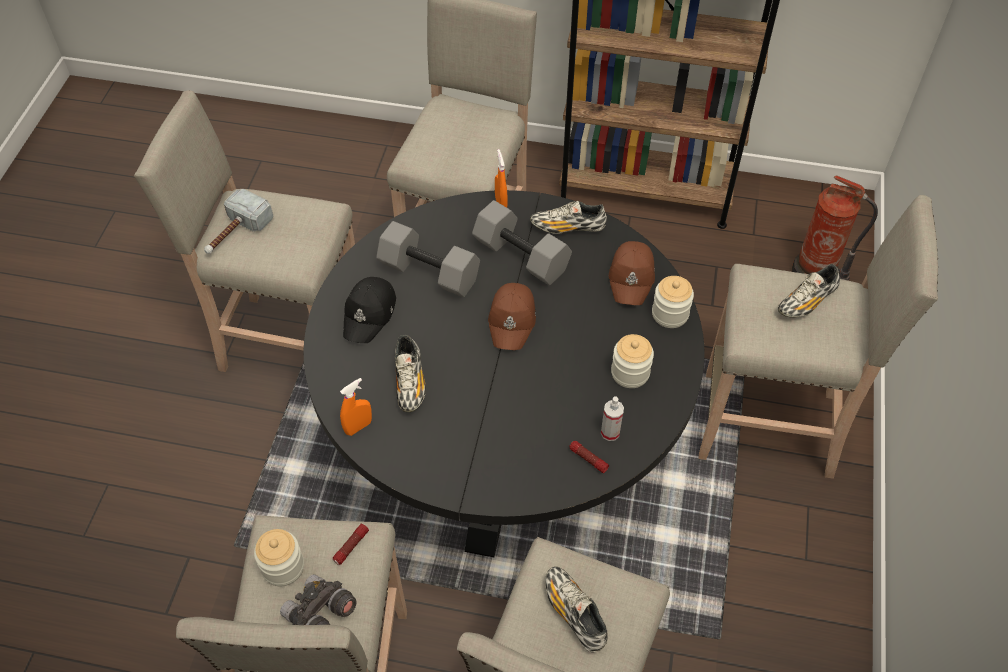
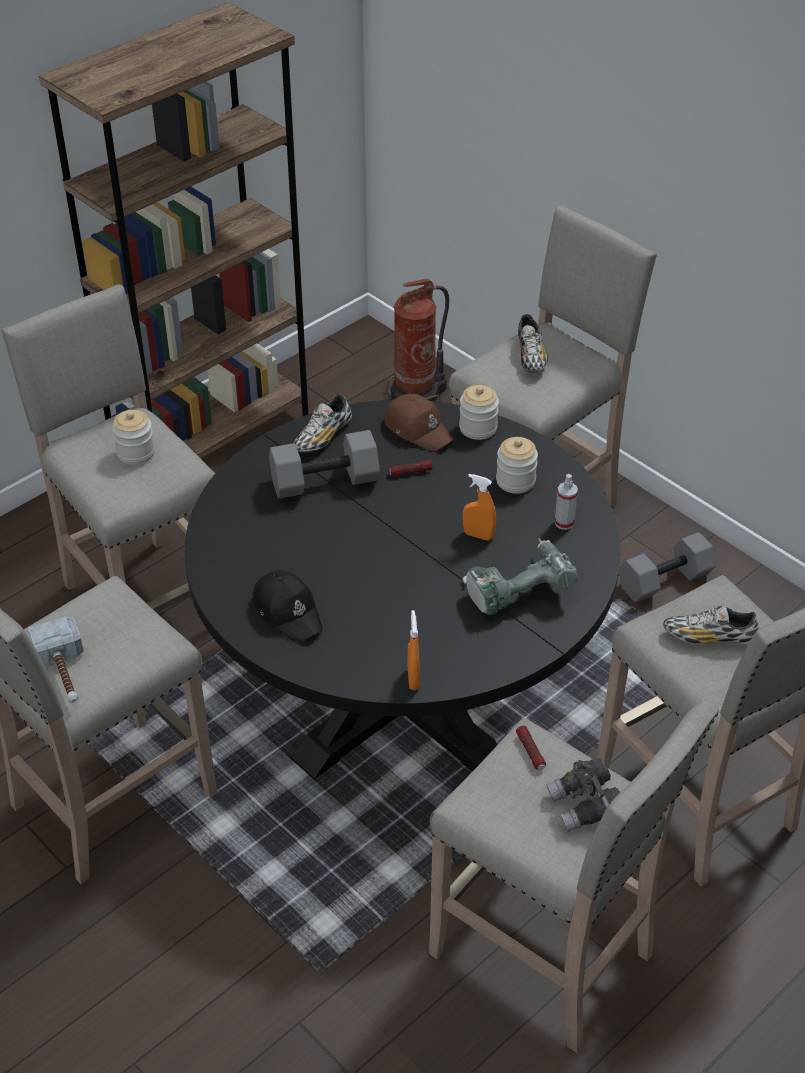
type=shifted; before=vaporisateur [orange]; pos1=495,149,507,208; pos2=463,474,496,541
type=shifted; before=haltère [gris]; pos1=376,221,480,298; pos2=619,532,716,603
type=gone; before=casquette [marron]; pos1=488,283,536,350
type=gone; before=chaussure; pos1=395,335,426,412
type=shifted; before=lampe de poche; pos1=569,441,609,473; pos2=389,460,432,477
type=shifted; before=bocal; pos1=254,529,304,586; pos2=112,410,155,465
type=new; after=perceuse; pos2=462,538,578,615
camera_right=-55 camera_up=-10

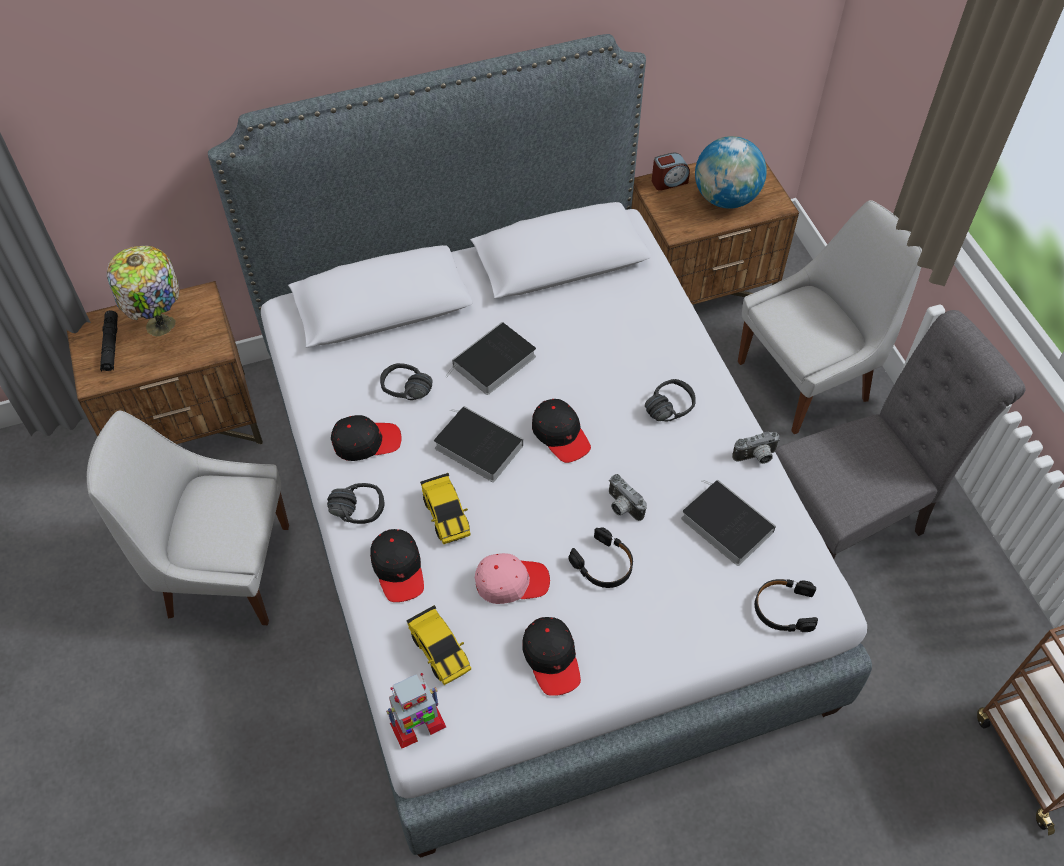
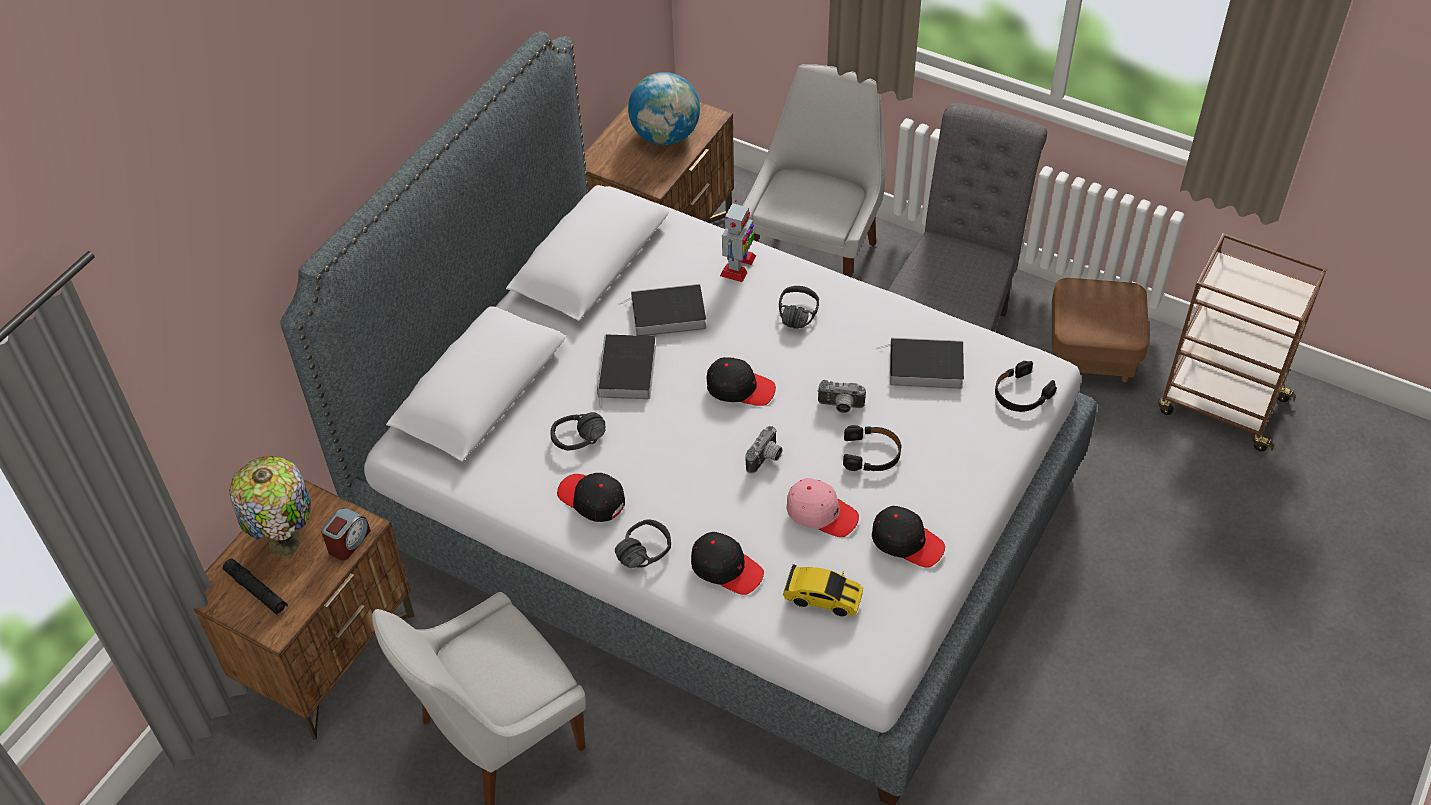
type=shifted; before=réveil; pos1=652,152,690,191; pos2=321,508,371,561
type=shifted; before=livre; pos1=434,406,523,482; pos2=619,284,706,336
type=rotated; before=casquette [noir]; pos1=331,415,402,461; pos2=557,473,625,522; turn=-90
type=shifted; before=appareil photo; pos1=732,431,780,464; pos2=745,426,782,474
type=gone; before=petite voiture; pos1=420,473,470,544
type=rotated; before=casquette [rose]; pos1=475,553,550,604; pos2=787,478,859,537; turn=75
type=shifted; before=robot jouet; pos1=386,673,446,749; pos2=720,200,756,282
type=new; after=pouf [marron]; pos2=1052,278,1149,382
camera_right=-40 camera_up=-5

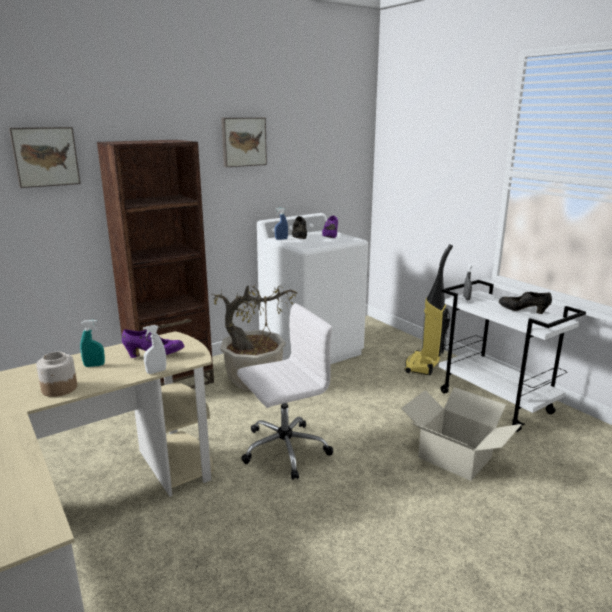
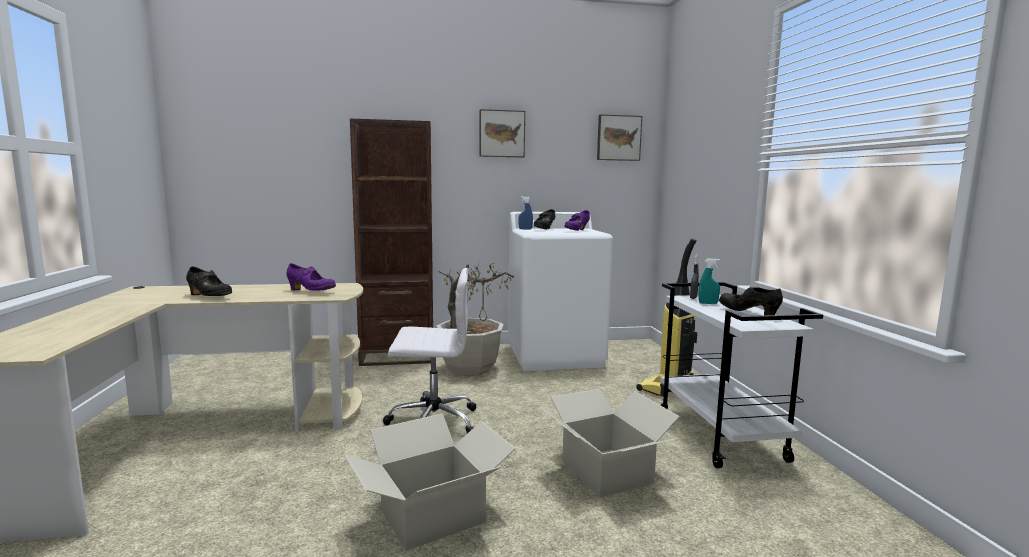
type=shifted; before=tableau; pos1=9,127,81,188; pos2=597,114,642,161
type=shifted; before=vaporisateur [turquoise]; pos1=80,320,105,367; pos2=698,259,720,304
type=gone; before=vaporisateur [blanc]; pos1=143,325,166,374
type=swapped; before=bocal; after=chaussure [noir]; pos1=36,352,77,397; pos2=186,267,232,296
type=new; after=carton; pos2=345,413,516,551
camera_right=25 camera_up=-10

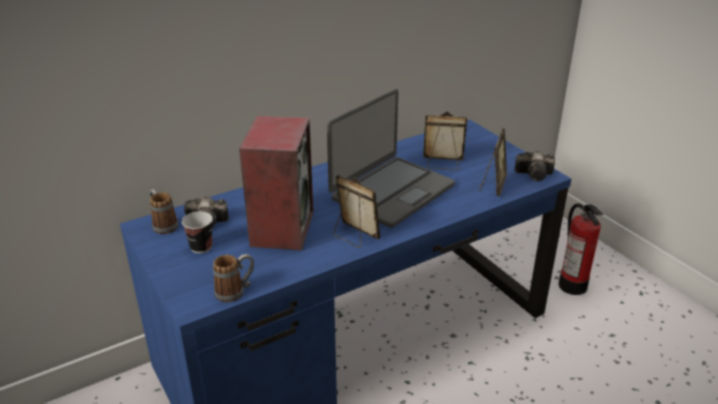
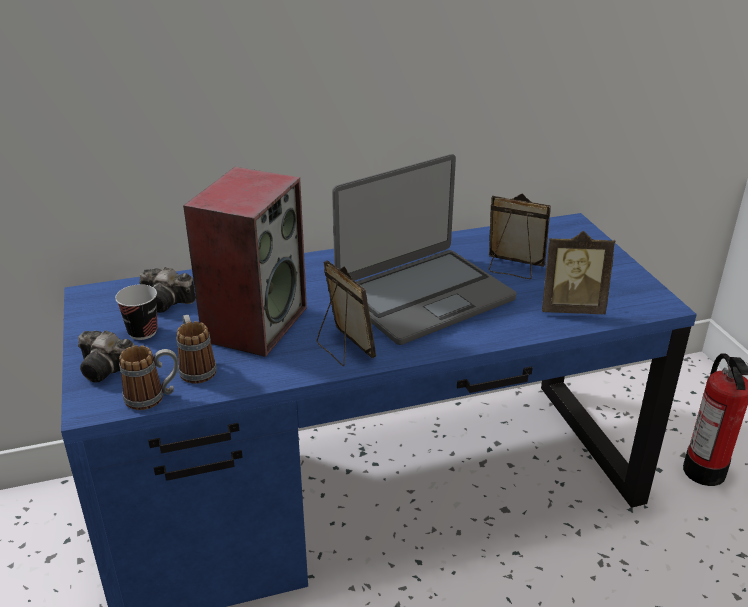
type=rotated; before=cadre photo; pos1=479,128,507,196; pos2=542,231,616,314; turn=60
type=shifted; before=appareil photo; pos1=515,151,555,181; pos2=78,330,135,382
type=shifted; before=mug; pos1=149,189,178,234; pos2=176,315,217,384
camera_right=15 camera_up=0

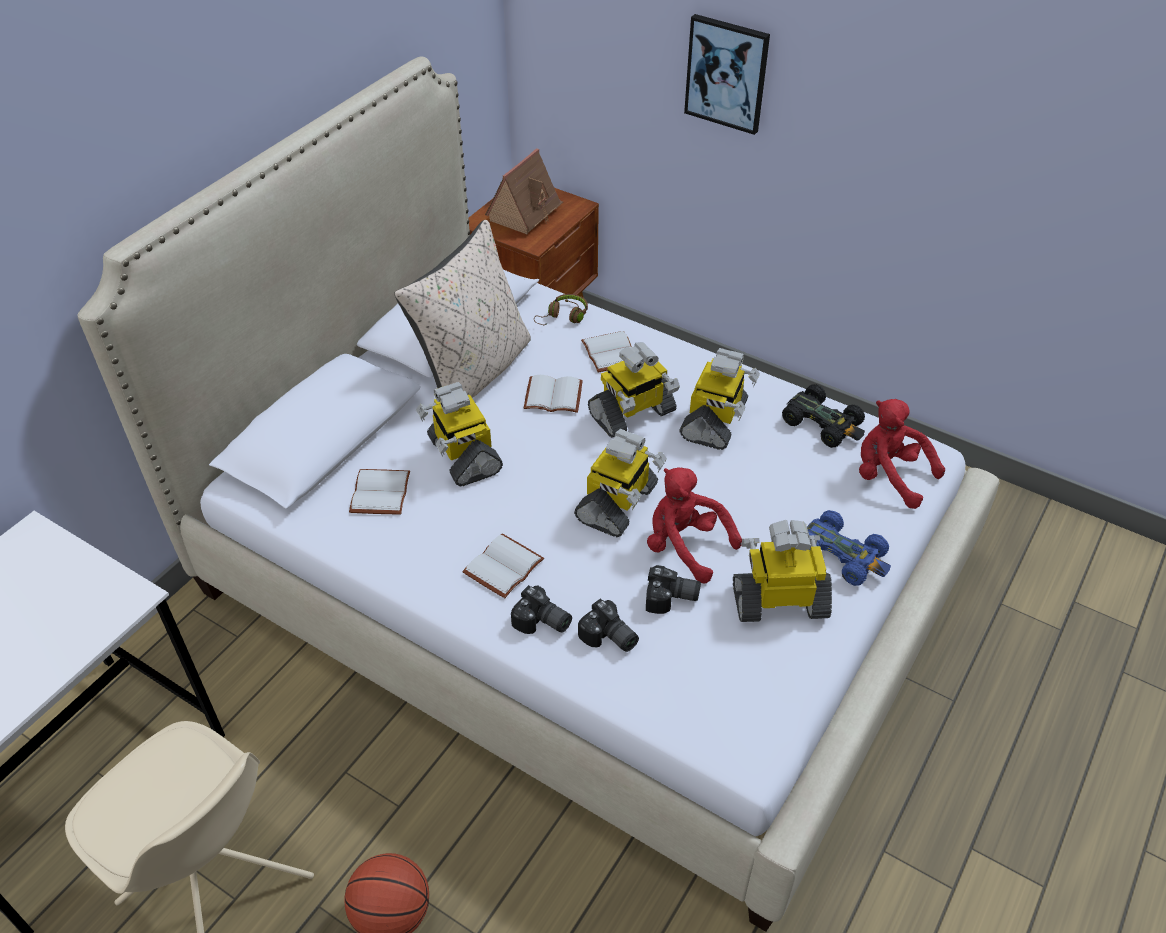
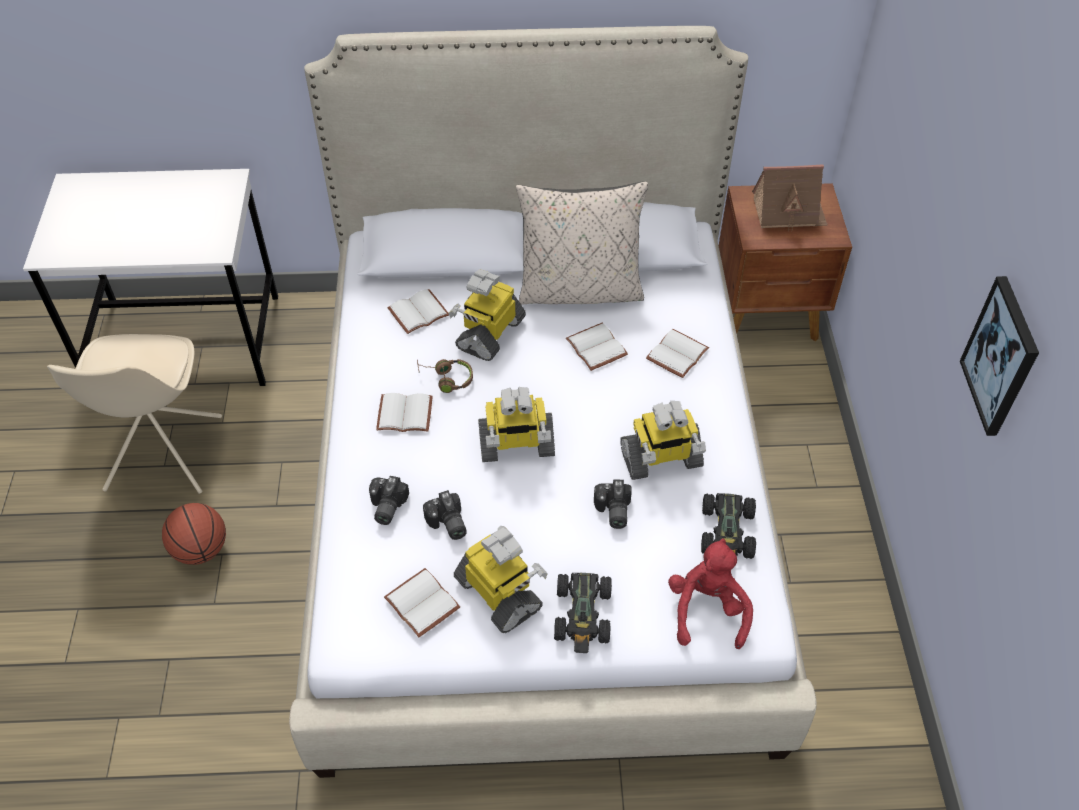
type=shifted; before=tableau; pos1=684,14,770,135; pos2=960,276,1039,436
type=shifted; before=casque audio [marron]; pos1=534,294,588,325; pos2=417,359,473,393
type=gone; before=robot jouet; pos1=588,342,680,438
type=gone; before=peluche [rouge]; pos1=647,467,742,584
type=repainted; before=petite voiture [bleu]; after=petite voiture [noir]; pos1=807,510,891,586; pos2=554,573,612,653
type=shifted; before=appareil photo; pos1=511,585,572,634; pos2=594,480,632,529
type=new; after=livre [blanc]; pos2=384,568,460,637
camera_right=55 camera_up=5

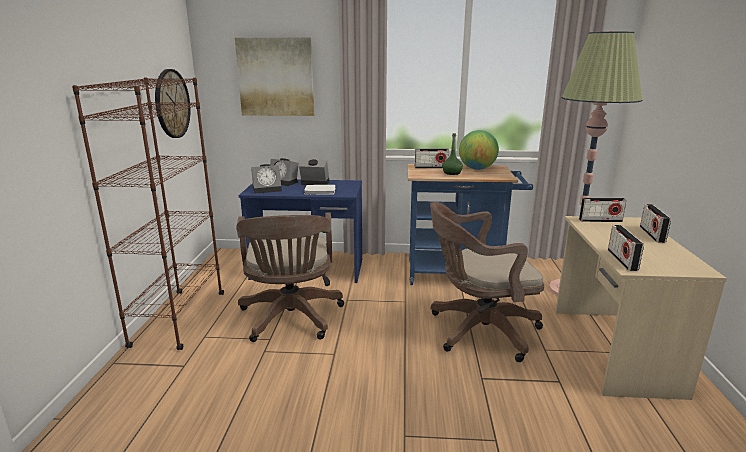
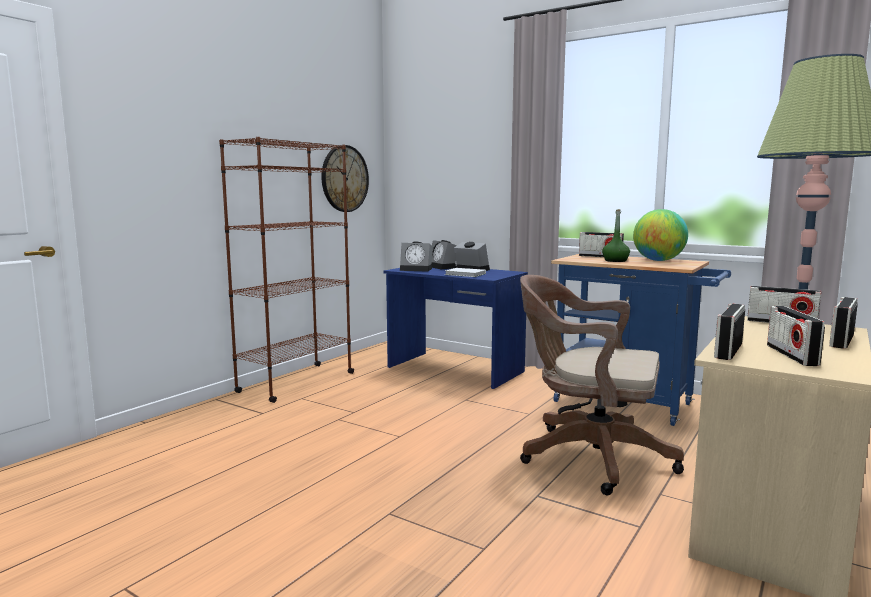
type=gone; before=tableau; pos1=235,38,314,116
type=gone; before=chaise de bureau [marron]; pos1=236,213,344,342
type=new; after=radio; pos2=767,306,825,366
camera_right=30 camera_up=-10

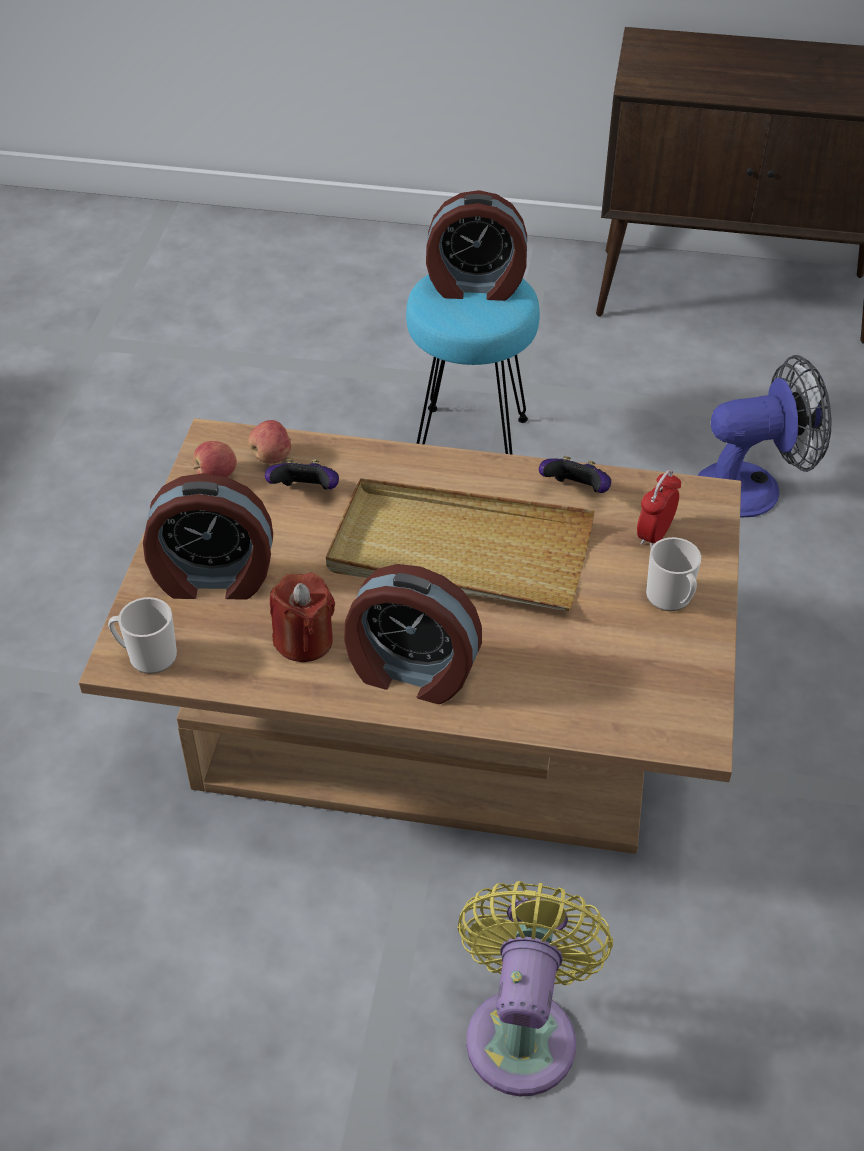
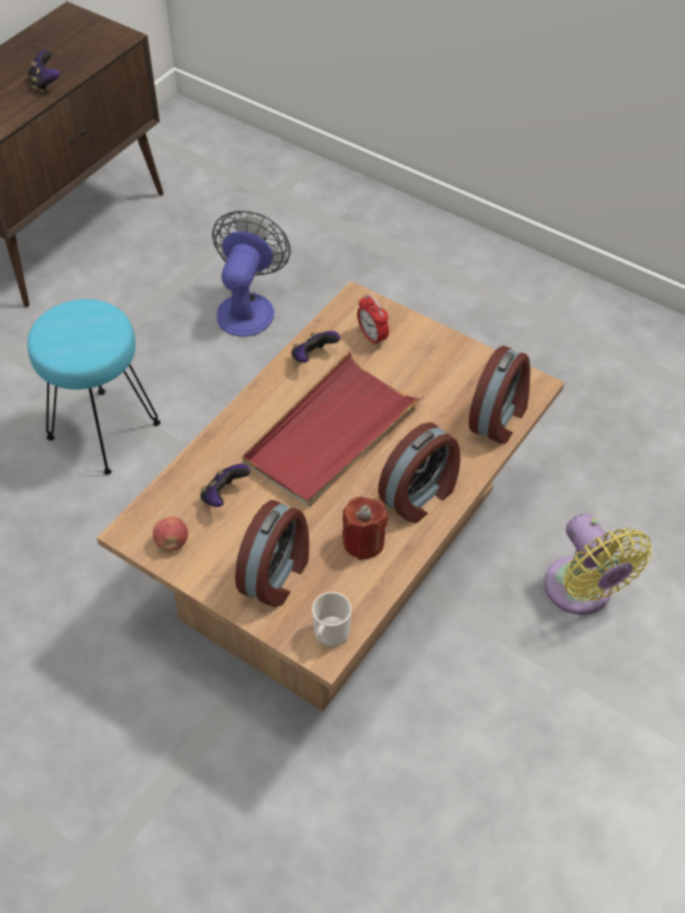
type=shifted; before=réveil; pos1=426,190,527,301; pos2=469,346,530,443
type=gone; before=pomme; pos1=248,420,291,463
type=repainted; before=plateau [beige]; after=plateau [rouge]; pos1=326,478,595,611; pos2=242,351,424,507
type=gone; before=mug; pos1=646,537,701,611
type=rotated; before=ventilateur [jaune]; pos1=457,881,613,1096; pos2=544,513,652,615; turn=-150
type=new; after=manette; pos2=28,49,60,92
camera_right=-65 camera_up=5

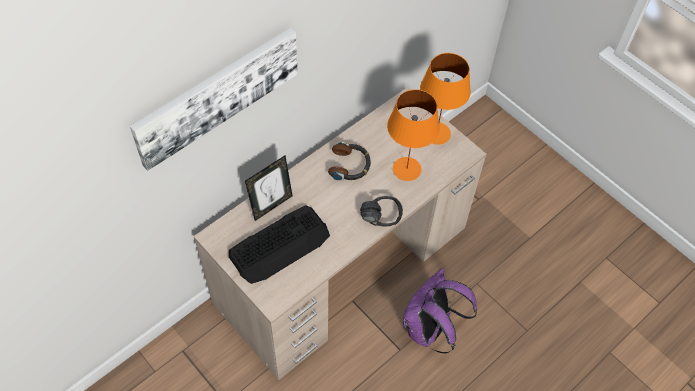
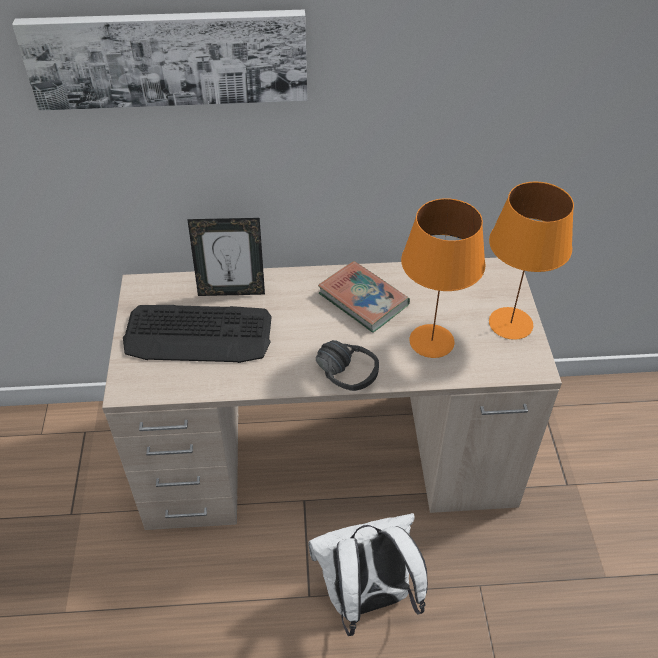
type=swapped; before=casque audio; after=livre; pos1=328,142,371,181; pos2=318,261,410,333
type=repainted; before=sac à dos [violet]; after=sac à dos [blanc]; pos1=403,268,477,354; pos2=308,513,428,636
camera_right=40 camera_up=-10

